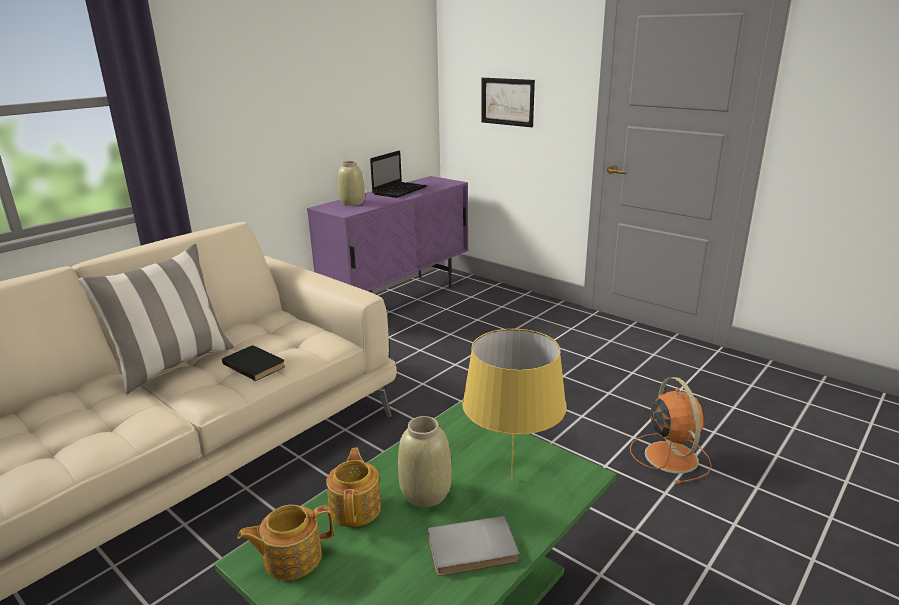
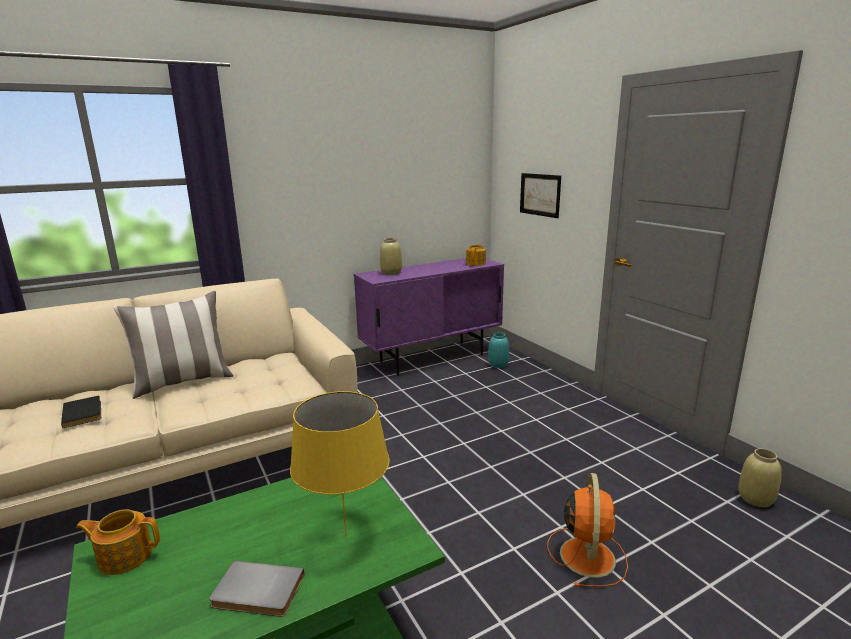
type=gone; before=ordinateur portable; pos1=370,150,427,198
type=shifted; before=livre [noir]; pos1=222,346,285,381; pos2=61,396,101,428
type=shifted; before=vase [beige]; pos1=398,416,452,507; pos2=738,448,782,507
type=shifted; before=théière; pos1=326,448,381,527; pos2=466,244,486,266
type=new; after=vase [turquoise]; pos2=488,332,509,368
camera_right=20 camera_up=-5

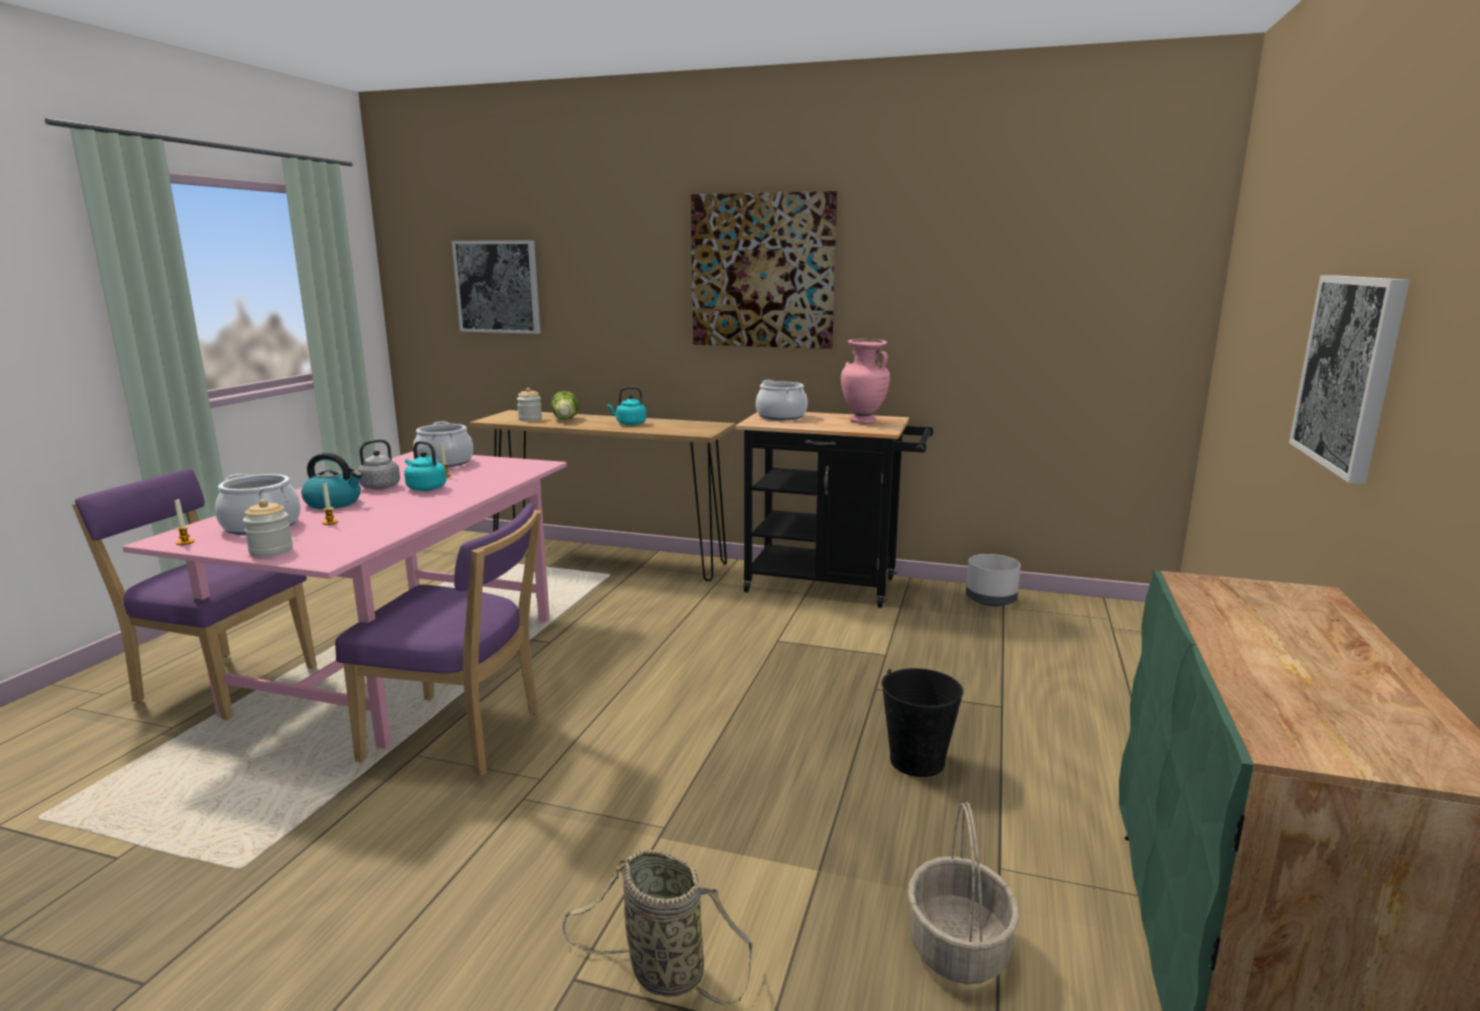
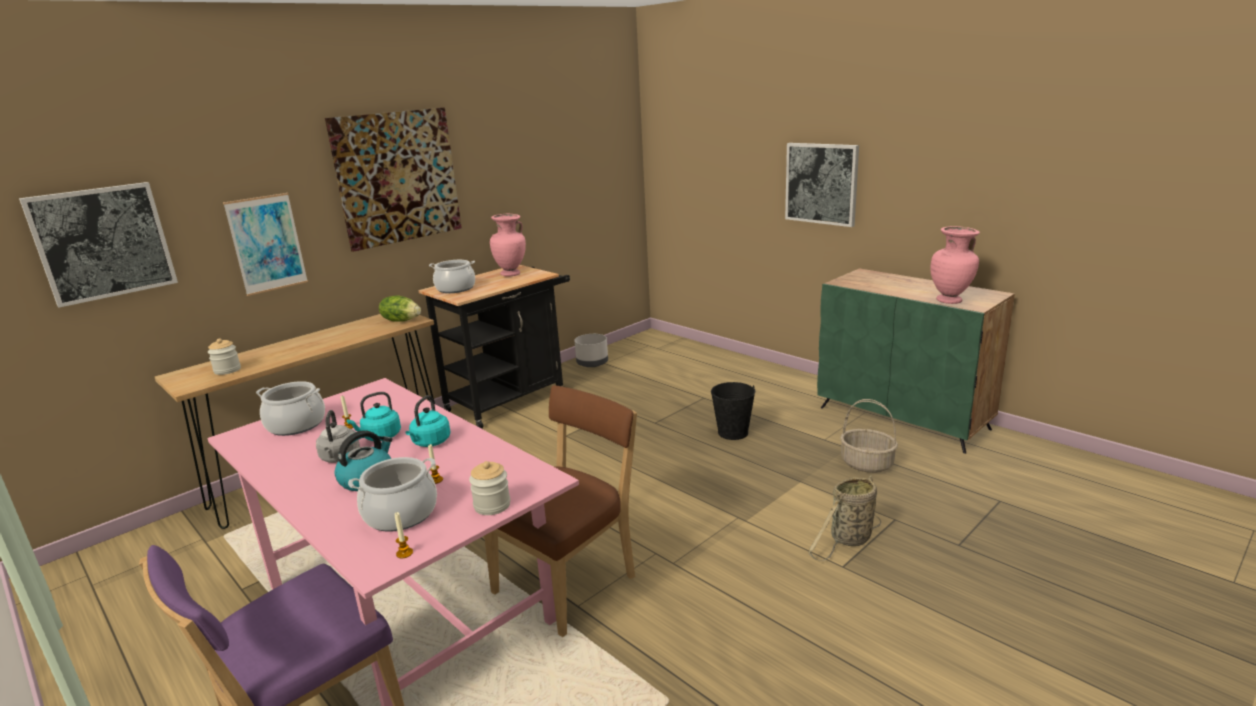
type=shifted; before=bouilloire [turquoise]; pos1=607,387,646,425; pos2=405,395,450,447
type=shifted; before=laitue; pos1=551,391,579,420; pos2=379,295,421,322
type=repainted; before=chaise [violet]; after=chaise [marron]; pos1=335,503,541,777; pos2=484,385,637,637
type=new; after=tableau; pos2=223,193,308,296
type=new; after=vase [rose]; pos2=930,226,980,304
camera_right=-60 camera_up=5

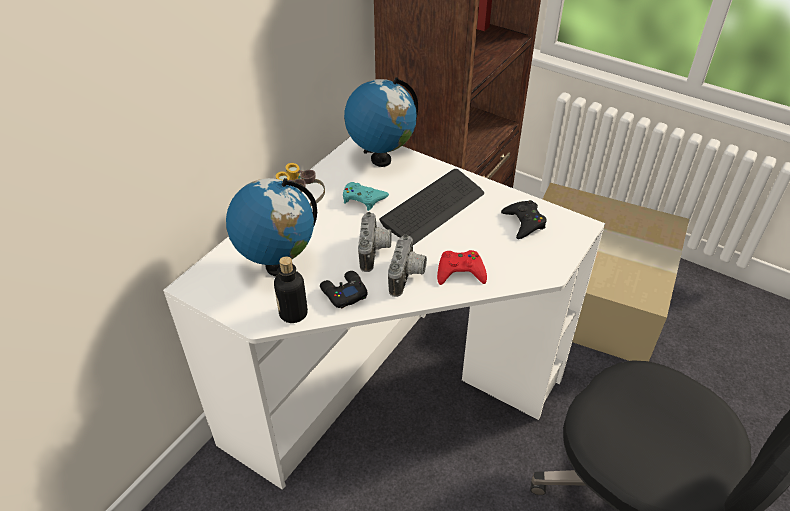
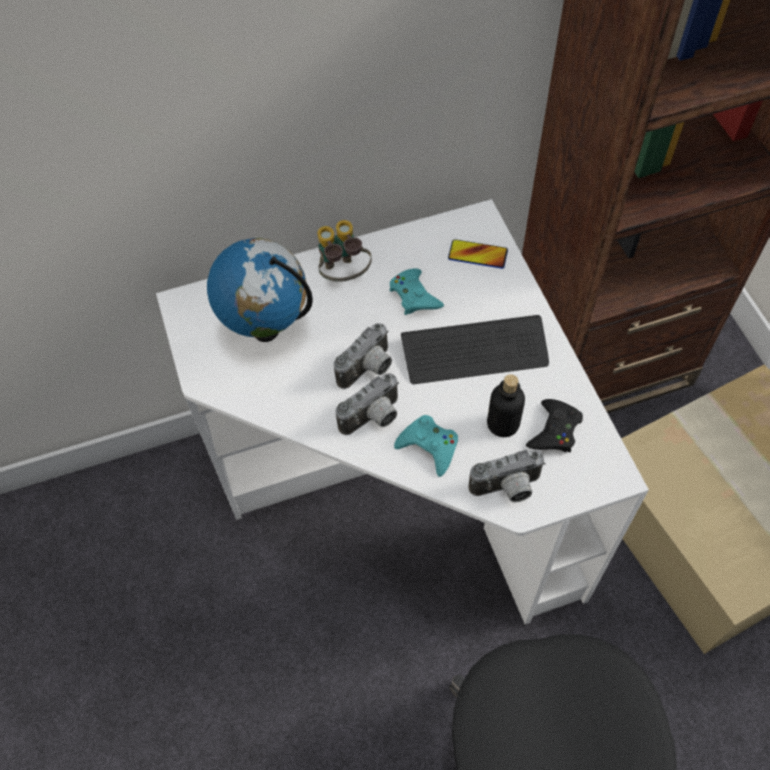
type=swapped; before=globe; after=téléphone; pos1=344,77,418,167; pos2=448,239,508,269
type=repainted; before=manette [rouge]; after=manette [turquoise]; pos1=437,250,487,285; pos2=394,415,458,477
type=shifted; before=bouteille; pos1=274,256,308,323; pos2=487,374,525,437
type=gone; before=manette [noir]; pos1=320,271,368,309
type=new; after=appareil photo; pos2=468,450,546,503
camera_right=40 camera_up=15

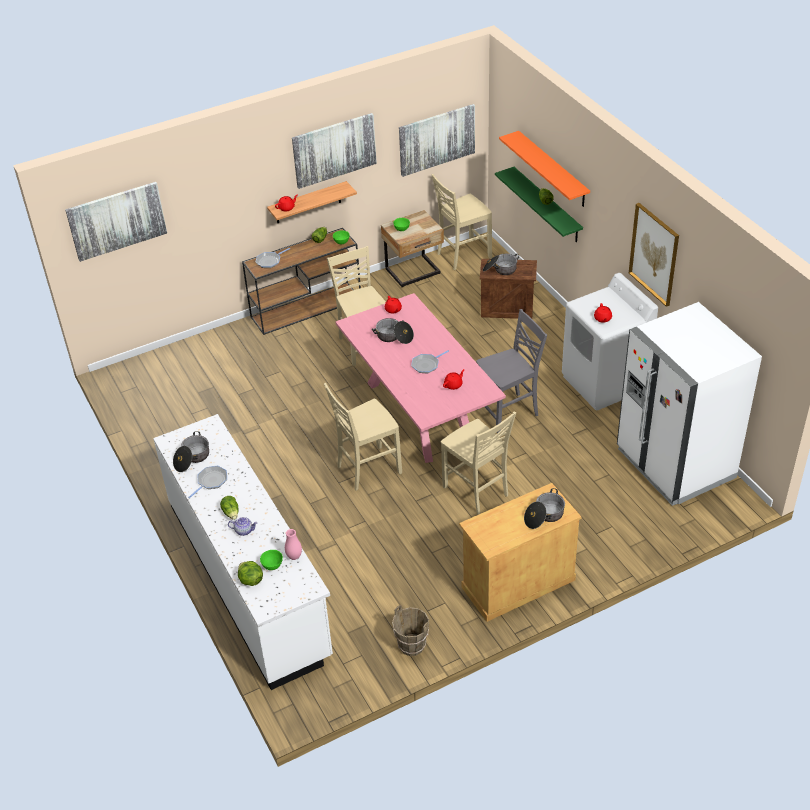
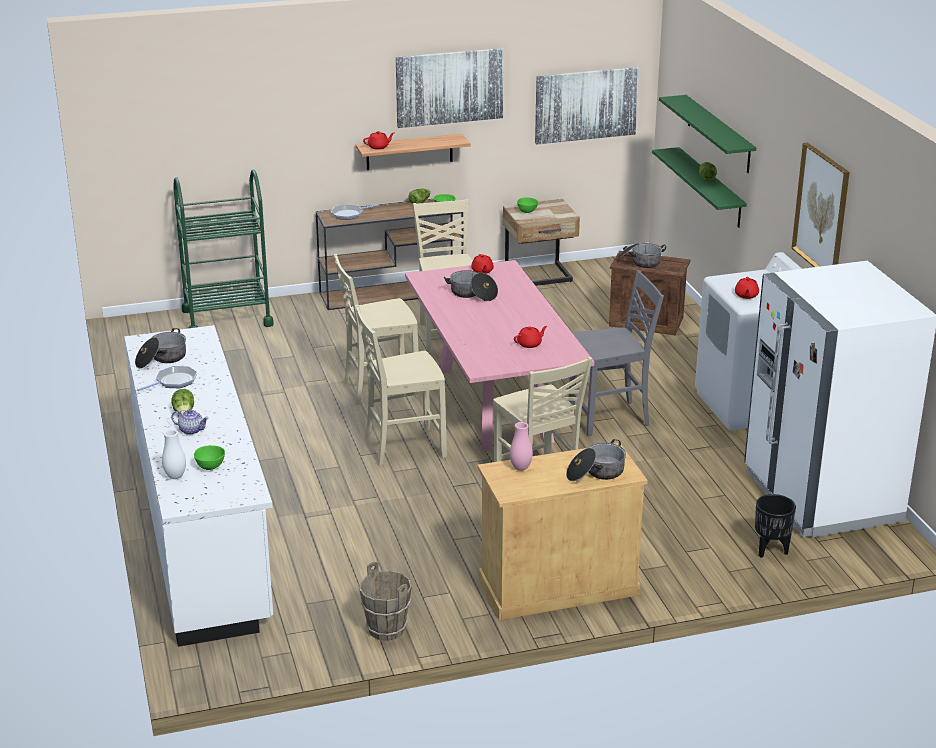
type=repainted; before=étagère [orange]; after=étagère [vert]; pos1=499,131,590,207; pos2=659,95,756,173
type=shifted; before=chaise [beige]; pos1=431,174,492,270; pos2=334,254,420,405
type=gone; before=tableau; pos1=65,182,167,262
type=gone; before=poêle; pos1=411,350,449,373
type=shifted; before=vase [rose]; pos1=285,529,302,560; pos2=510,422,533,471
type=swapped; before=laitue; after=vase [blanc]; pos1=238,561,263,586; pos2=162,429,186,479
type=new; after=chariot [vert]; pos2=173,170,274,328
type=new; after=cache-pot [noir]; pos2=755,494,796,558
camera_right=10 camera_up=-15

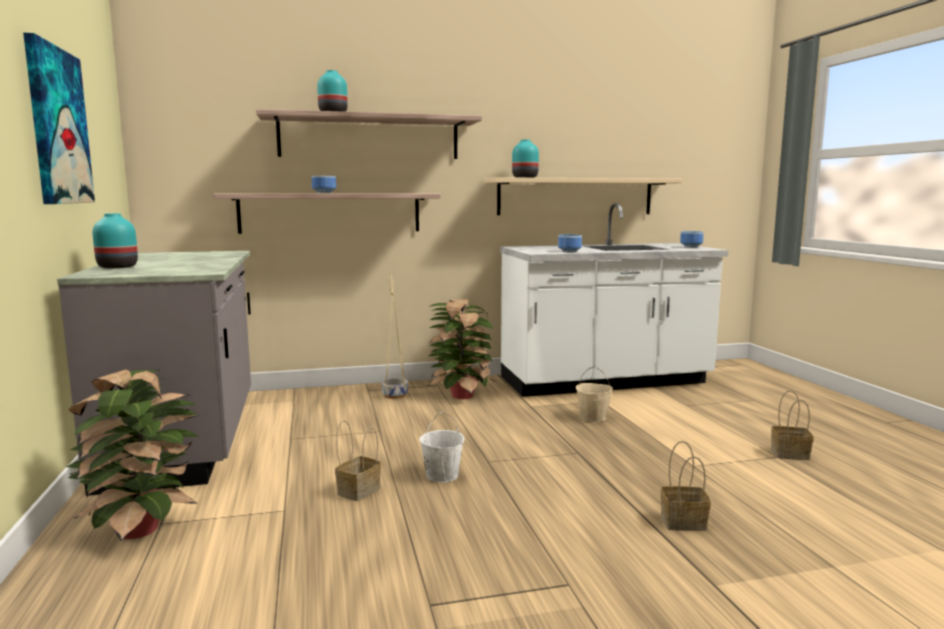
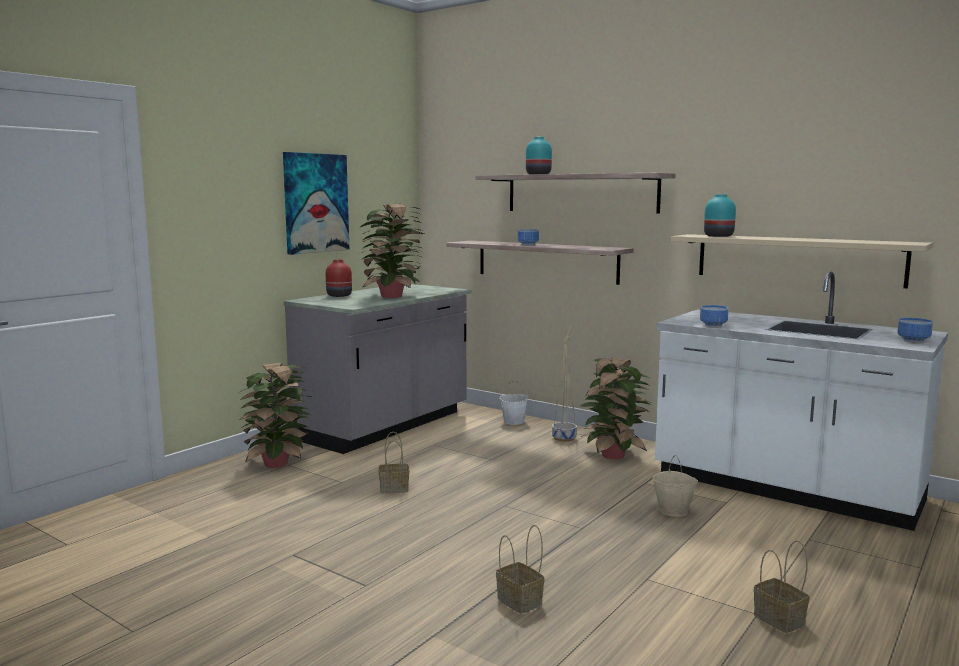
type=repainted; before=vase [turquoise]; after=vase [rouge]; pos1=93,213,138,268; pos2=326,260,352,297
type=shifted; before=seau [blanc]; pos1=419,412,464,482; pos2=500,381,528,425
type=new; after=plante en pot; pos2=359,204,424,298
camera_right=50 camera_up=0

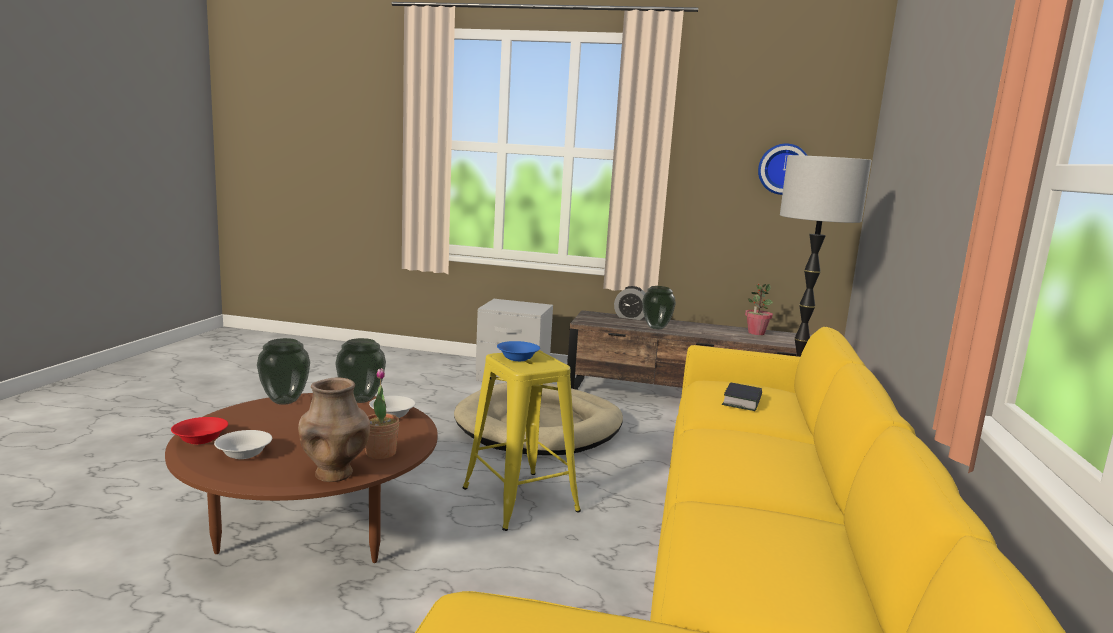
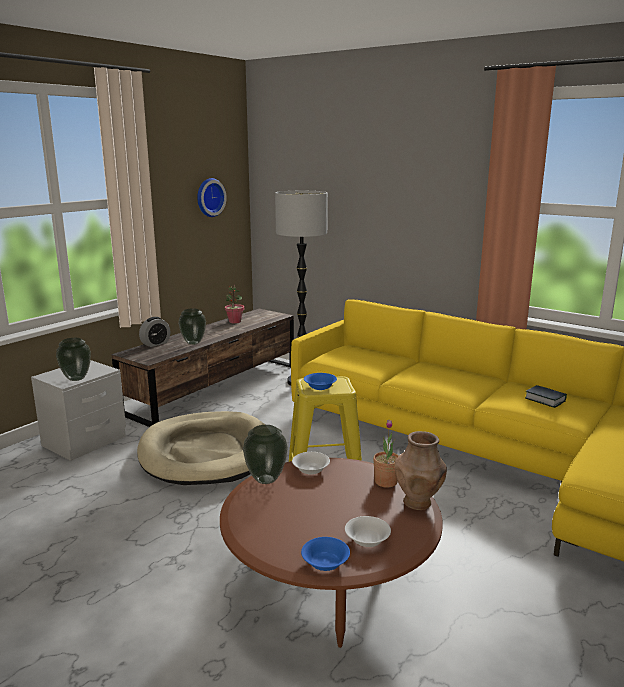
type=shifted; before=vase; pos1=257,338,310,405; pos2=56,338,91,381
type=shifted; before=livre; pos1=722,382,762,411; pos2=525,385,567,408
type=repainted; before=bol [rouge]; after=bol [bleu]; pos1=171,417,228,444; pos2=301,537,350,571
camera_right=-65 camera_up=5

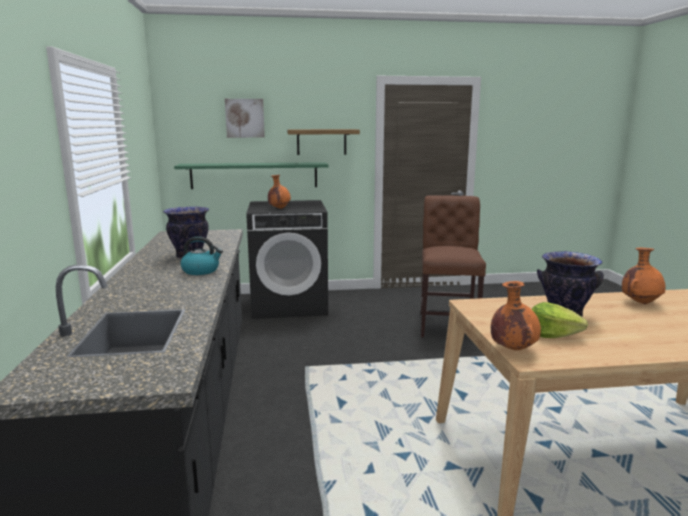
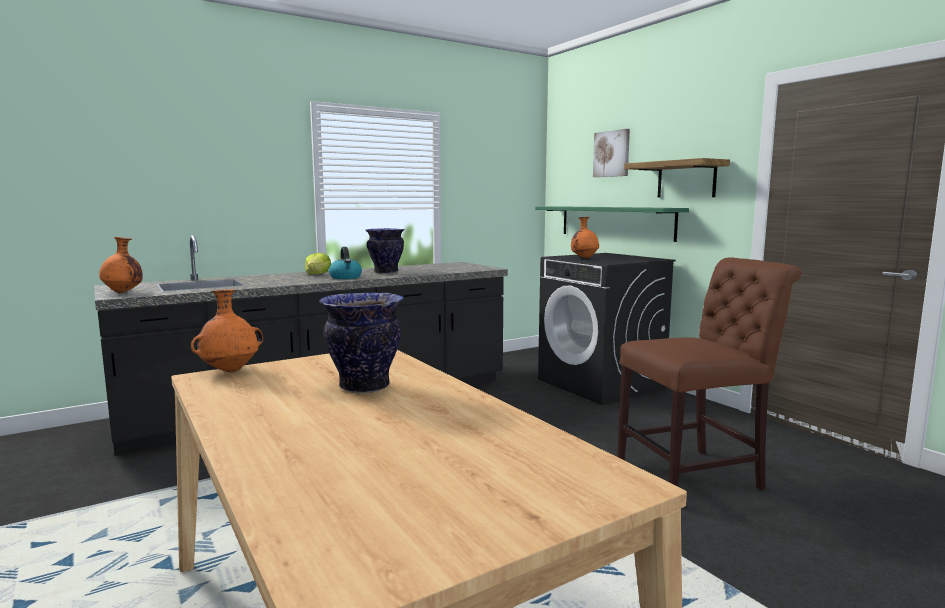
type=shifted; before=vase [orange]; pos1=622,248,666,304; pos2=99,237,142,293
type=shifted; before=laitue; pos1=532,302,588,338; pos2=305,253,331,274
camera_right=65 camera_up=-5

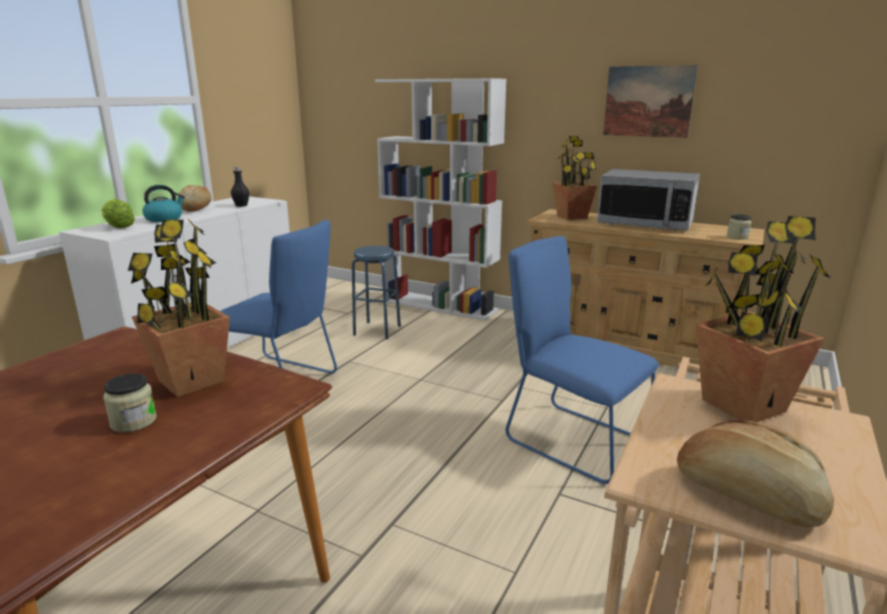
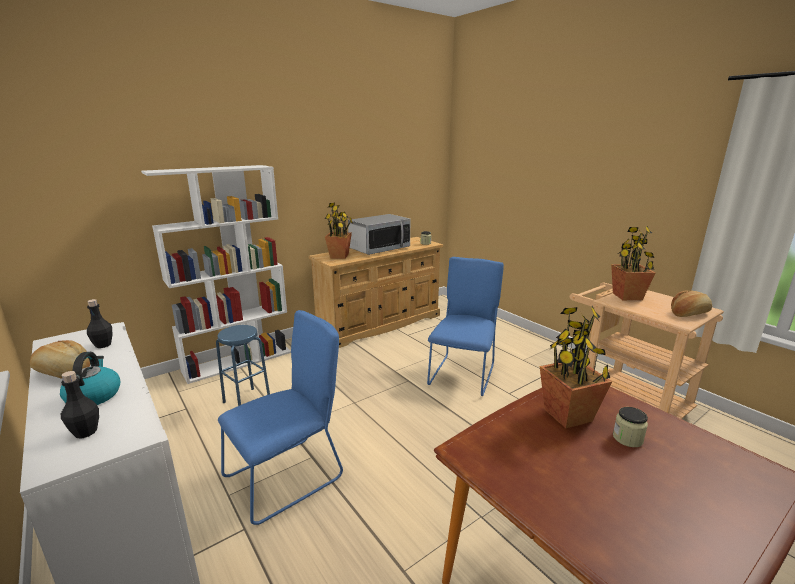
type=gone; before=tableau; pos1=603,65,698,138
type=swapped; before=laitue; after=bouteille [noir]; pos1=101,199,135,228; pos2=61,371,99,438
type=rotated; before=chaise [bleu]; pos1=506,236,659,484; pos2=427,257,504,396; turn=135
camera_right=-65 camera_up=0

